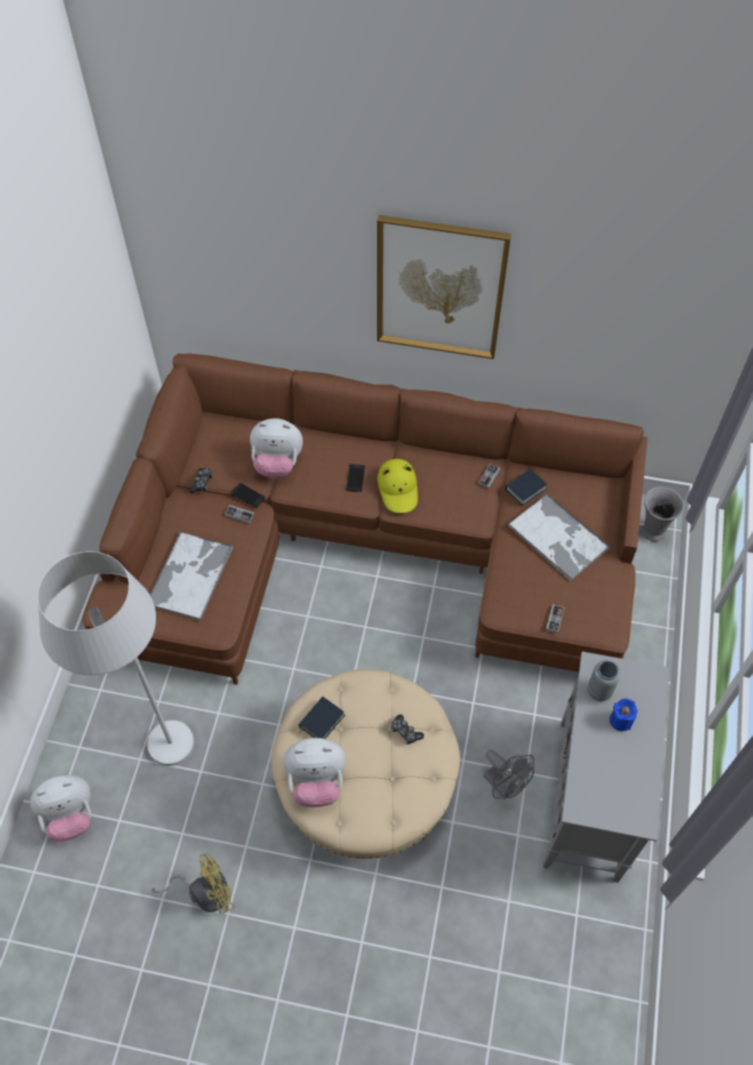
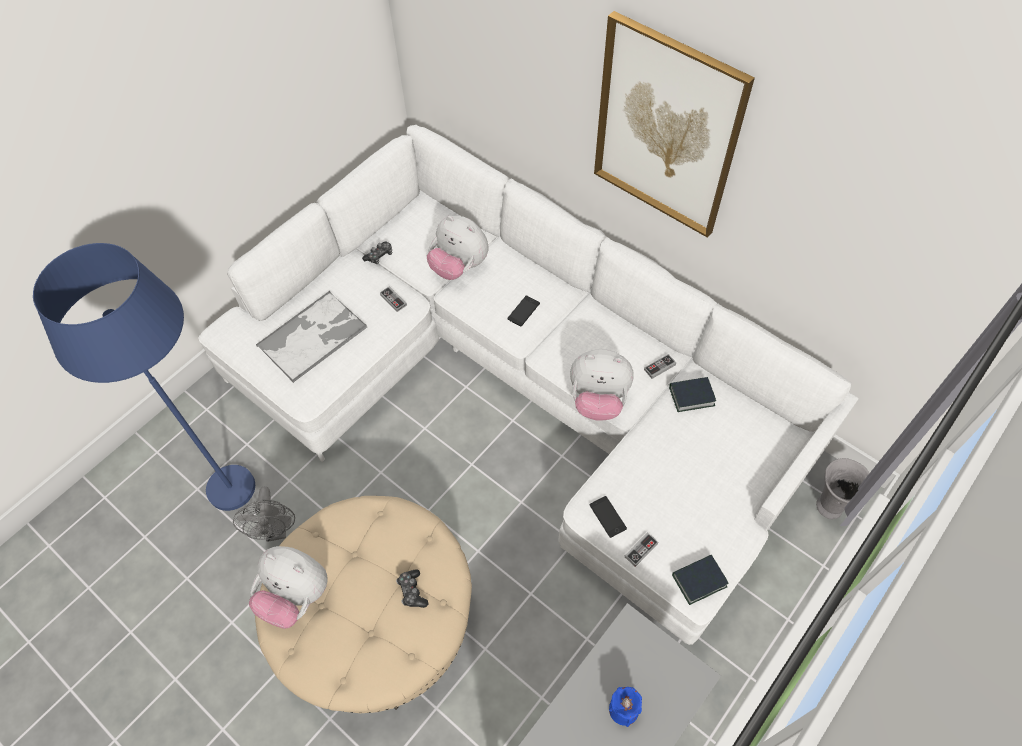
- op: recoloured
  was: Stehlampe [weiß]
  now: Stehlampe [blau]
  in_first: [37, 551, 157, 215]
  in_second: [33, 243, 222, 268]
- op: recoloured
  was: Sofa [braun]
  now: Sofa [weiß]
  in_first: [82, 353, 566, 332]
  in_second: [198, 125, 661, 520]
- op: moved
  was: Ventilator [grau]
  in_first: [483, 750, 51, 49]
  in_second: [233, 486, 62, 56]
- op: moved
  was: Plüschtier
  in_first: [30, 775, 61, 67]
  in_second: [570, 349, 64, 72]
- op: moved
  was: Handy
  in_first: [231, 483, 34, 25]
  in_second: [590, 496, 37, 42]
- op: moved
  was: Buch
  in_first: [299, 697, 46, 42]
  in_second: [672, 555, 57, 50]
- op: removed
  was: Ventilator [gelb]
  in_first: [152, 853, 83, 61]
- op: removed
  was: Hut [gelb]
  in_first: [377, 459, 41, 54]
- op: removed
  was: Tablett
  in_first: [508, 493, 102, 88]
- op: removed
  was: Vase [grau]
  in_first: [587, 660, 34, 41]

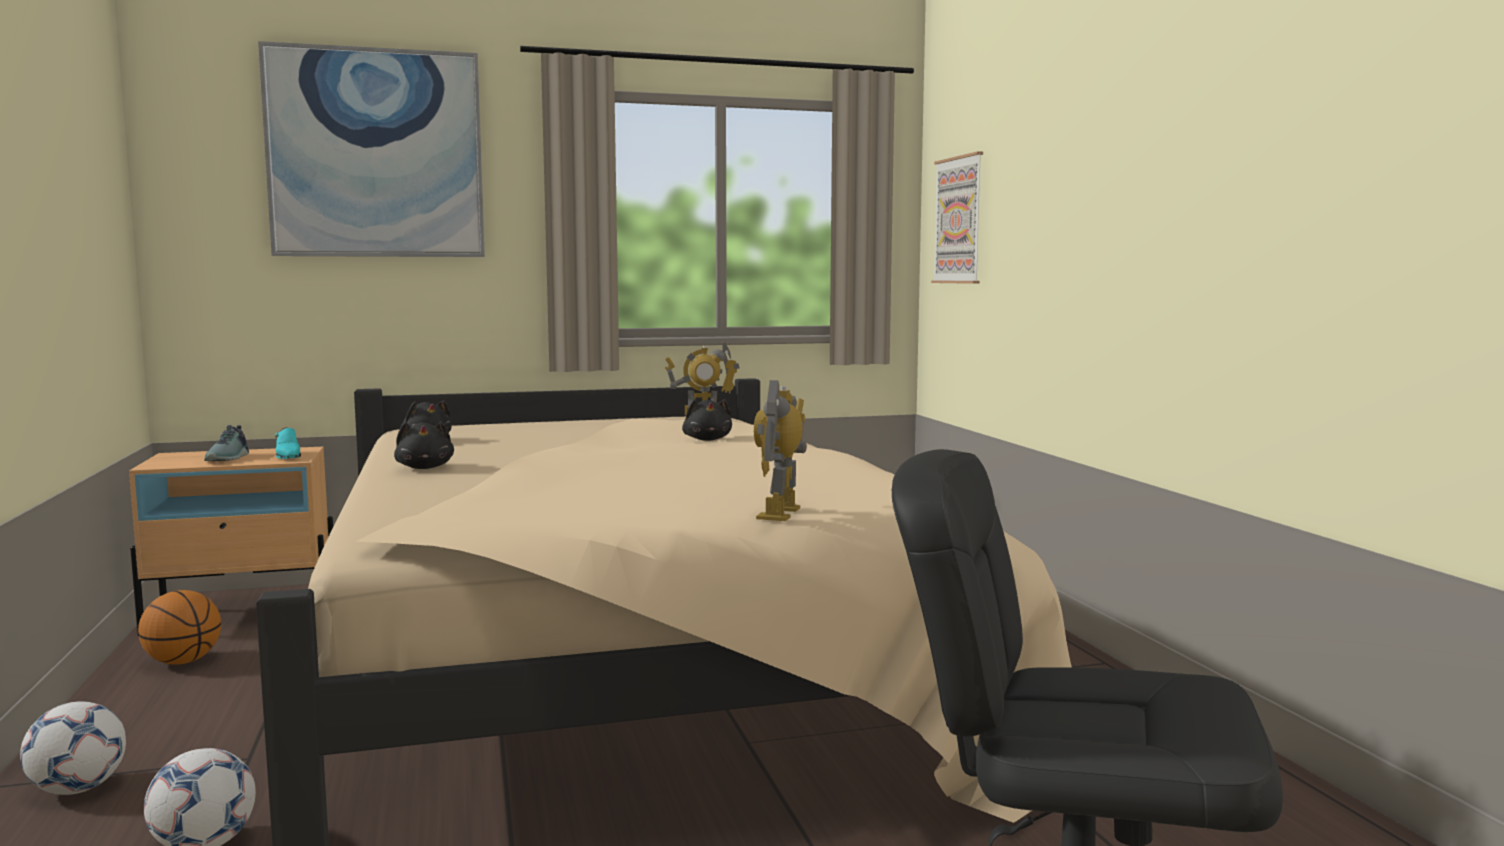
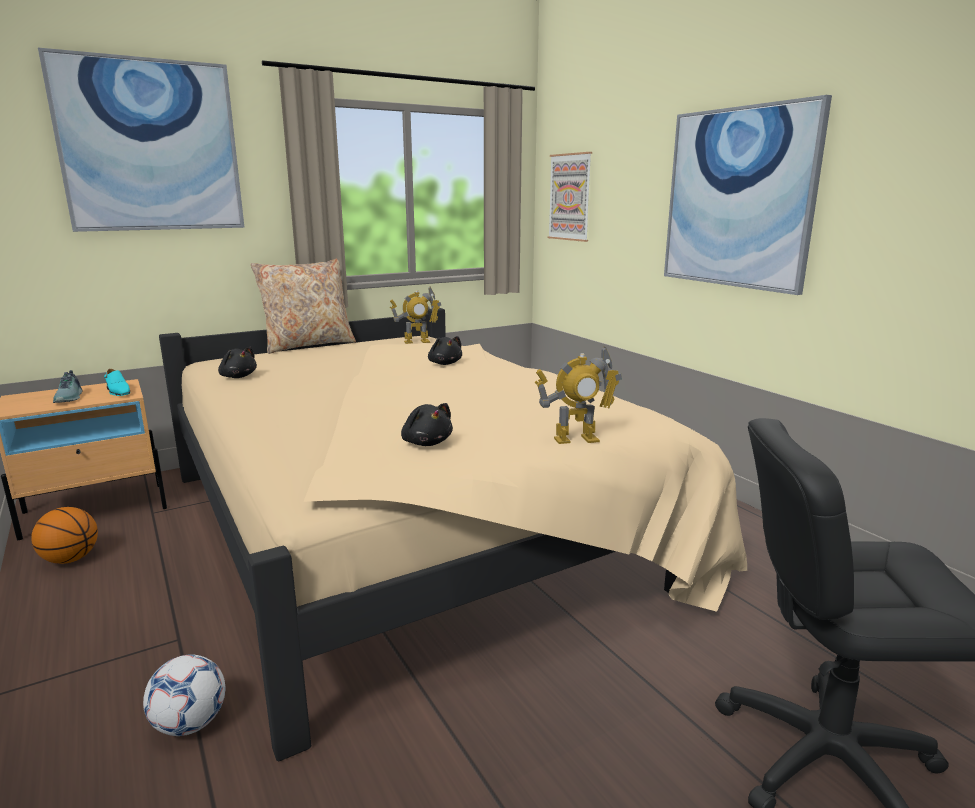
- op: added
  now: Kissen [beige]
  in_second: [250, 259, 106, 95]
- op: moved
  was: Plüschtier [schwarz]
  in_first: [394, 421, 60, 48]
  in_second: [401, 403, 52, 43]
- op: turned
  was: Spielzeugroboter
  in_first: [754, 380, 53, 141]
  in_second: [535, 346, 87, 98]
  clockwise: -105
- op: added
  now: Bild
  in_second: [664, 95, 168, 200]
- op: removed
  was: Fußball
  in_first: [20, 702, 106, 93]

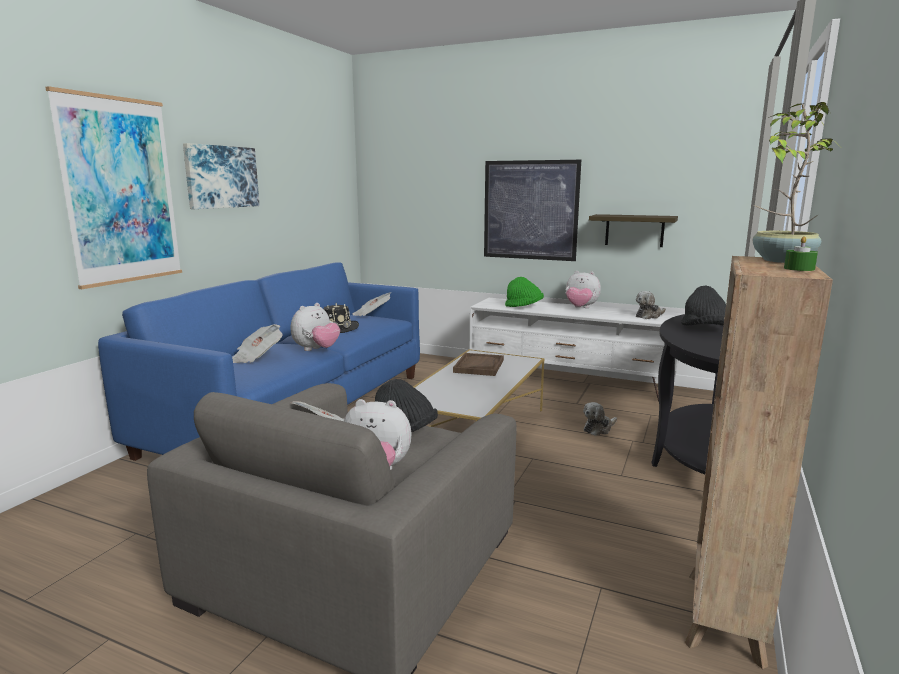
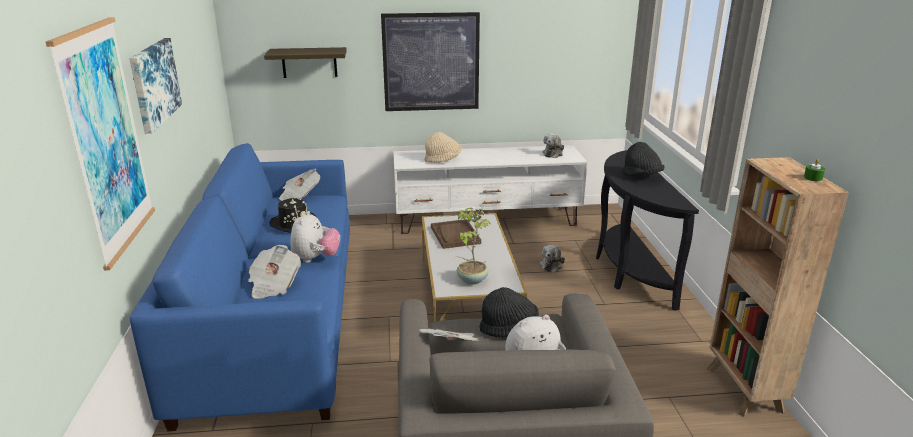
- op: moved
  was: Wandregal
  in_first: [589, 214, 89, 33]
  in_second: [264, 47, 83, 31]
- op: recoloured
  was: Hut [grün]
  now: Hut [beige]
  in_first: [505, 277, 39, 30]
  in_second: [424, 132, 37, 31]
- op: moved
  was: Topfpflanze
  in_first: [753, 102, 83, 161]
  in_second: [455, 208, 36, 77]
- op: removed
  was: Plüschtier
  in_first: [566, 271, 35, 37]

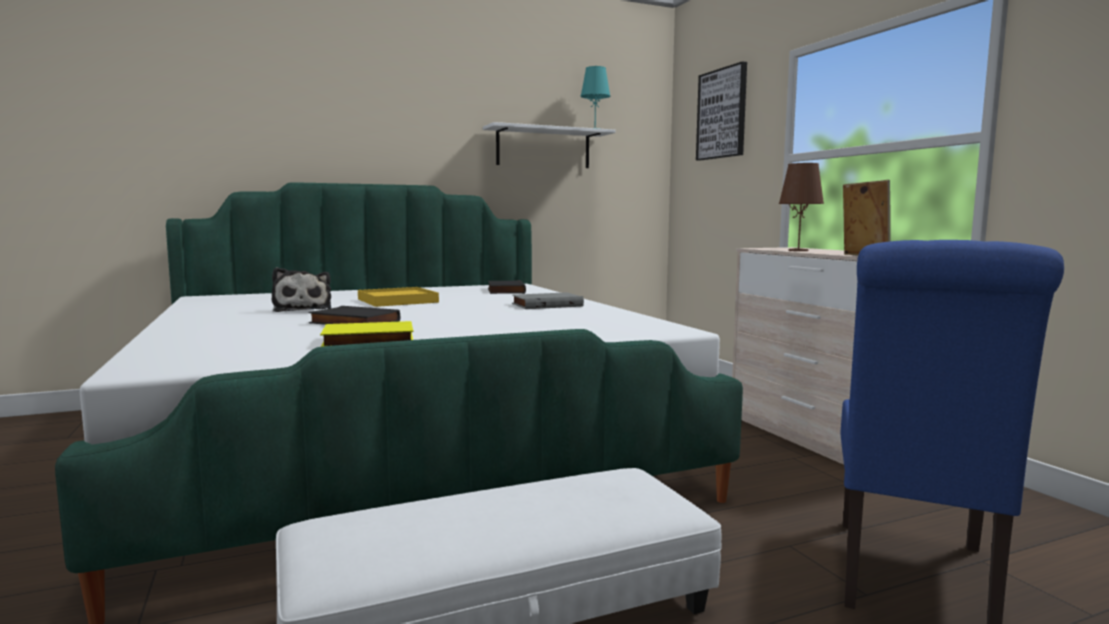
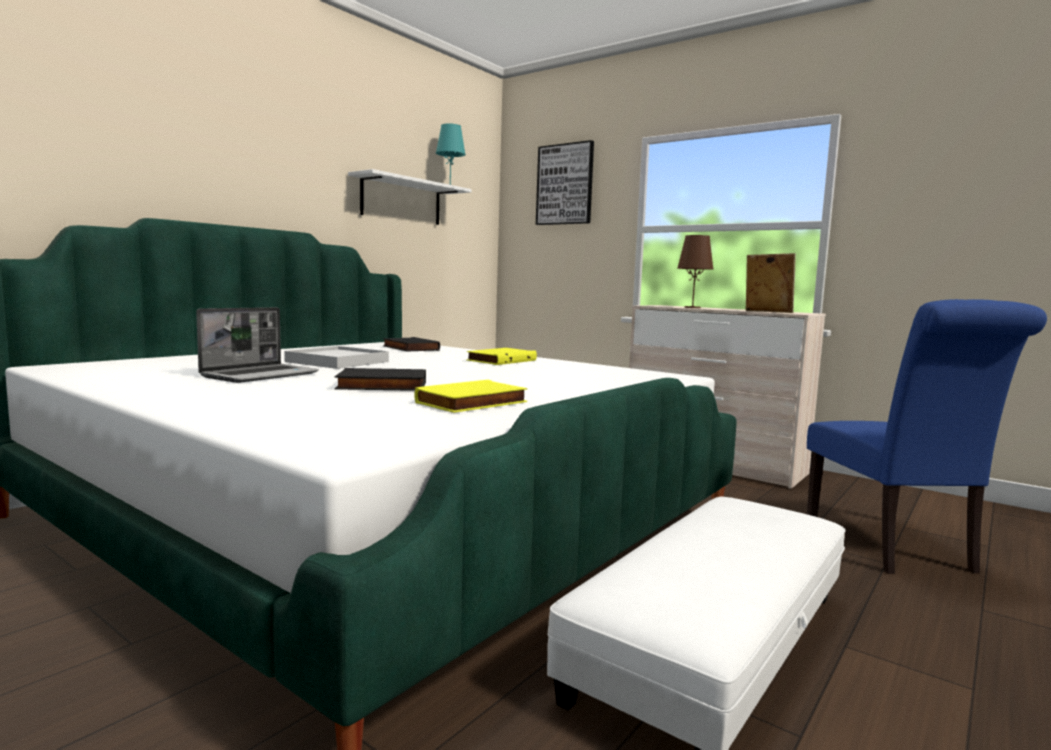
- op: replaced
  was: Plüschtier
  now: Laptop
  in_first: [272, 267, 59, 45]
  in_second: [196, 307, 123, 76]
- op: recoloured
  was: Tablett [gelb]
  now: Tablett [weiß]
  in_first: [358, 287, 81, 20]
  in_second: [284, 346, 105, 23]
- op: recoloured
  was: Buch [grau]
  now: Buch [gelb]
  in_first: [512, 292, 72, 17]
  in_second: [466, 348, 71, 17]

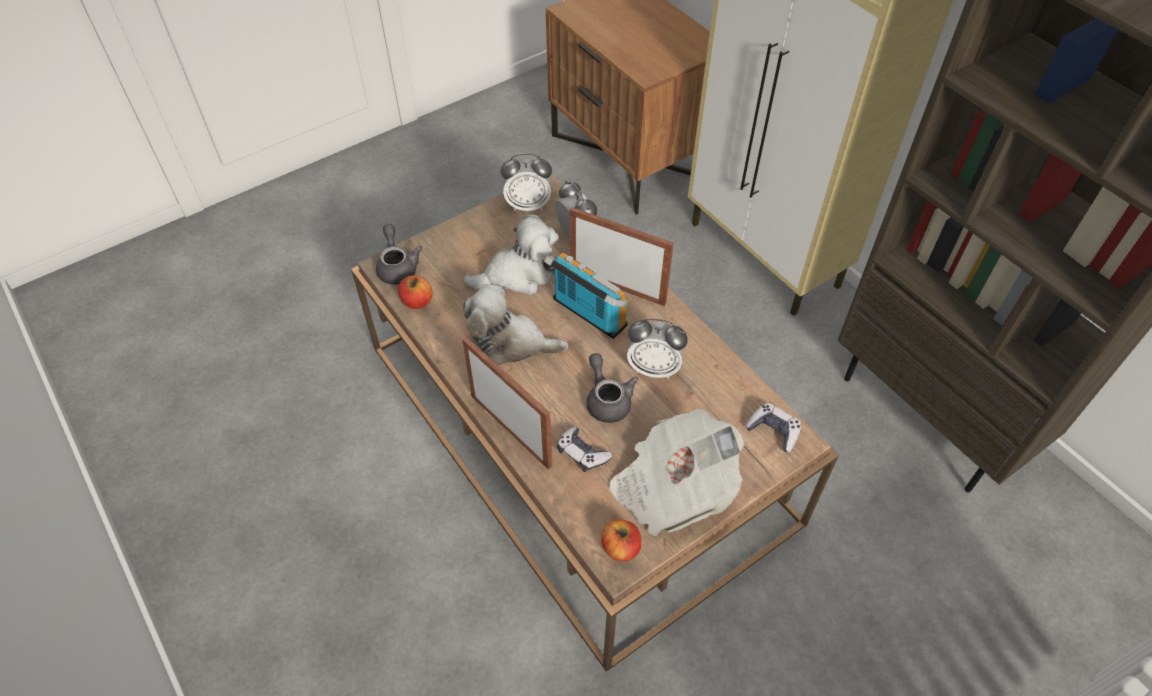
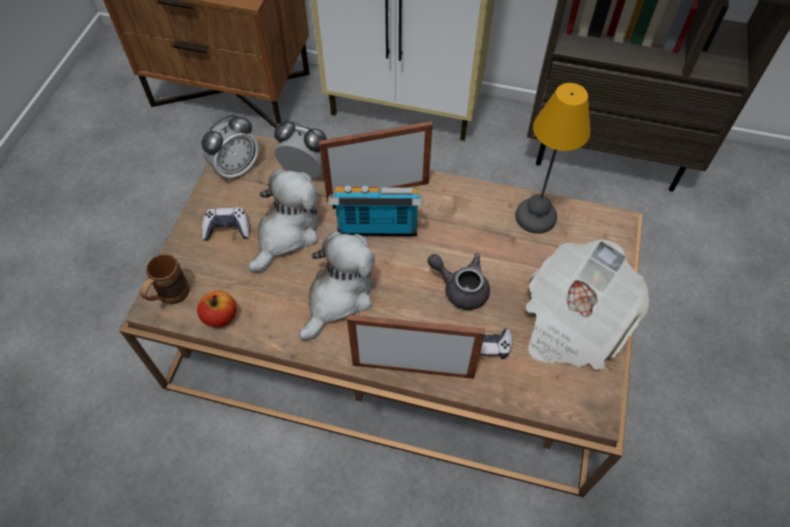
- op: replaced
  was: Teekanne [grau]
  now: Henkelbecher [braun]
  in_first: [376, 224, 46, 61]
  in_second: [140, 254, 50, 50]
- op: moved
  was: Gamepad
  in_first: [745, 403, 56, 49]
  in_second: [202, 207, 48, 34]
- op: turned
  was: Plüschtier
  in_first: [463, 284, 105, 82]
  in_second: [299, 231, 76, 109]
  clockwise: 150
- op: added
  now: Tischlampe
  in_second: [515, 83, 75, 151]
- op: removed
  was: Apfel
  in_first: [601, 519, 40, 42]
- op: removed
  was: Wecker
  in_first: [627, 318, 61, 61]

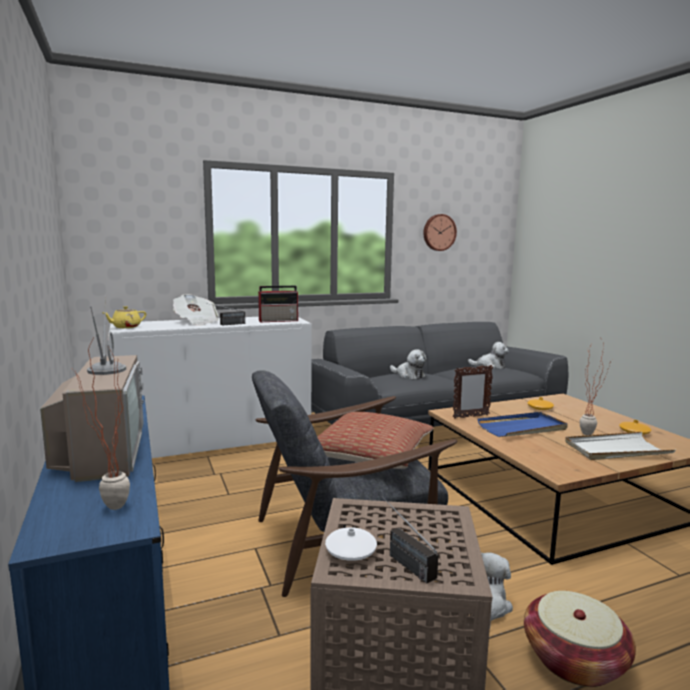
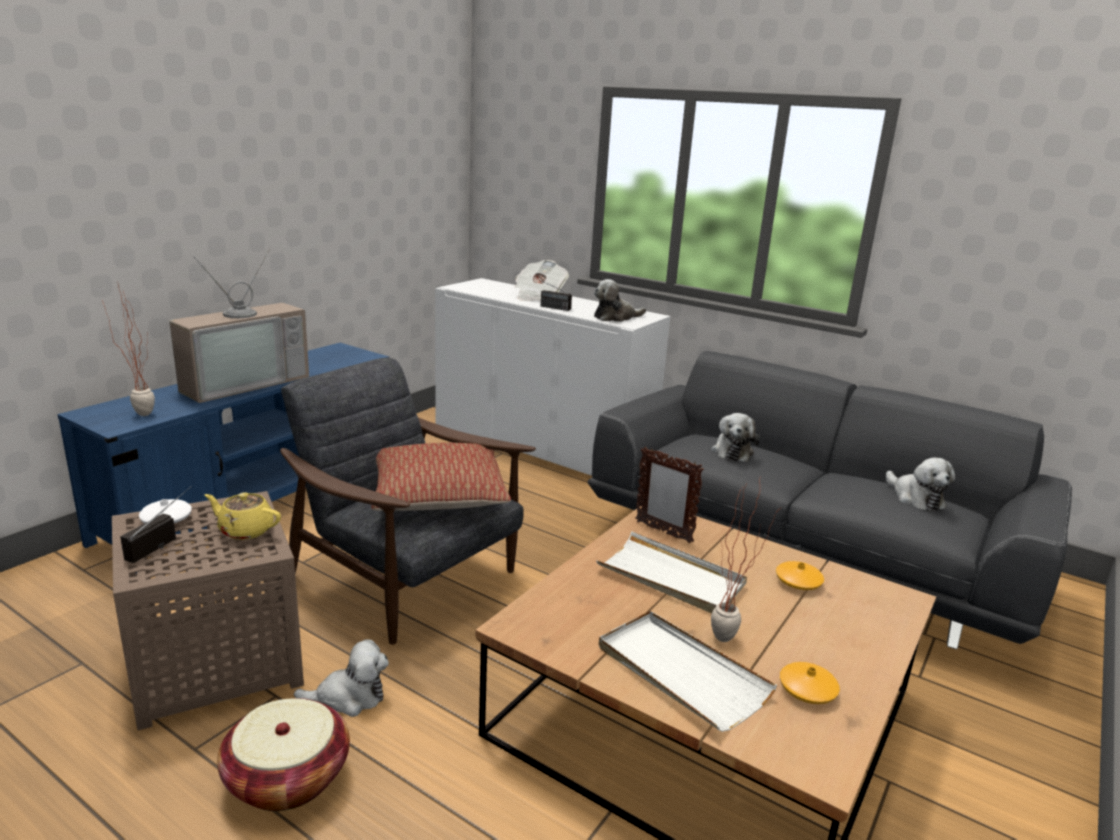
- op: moved
  was: Teekanne [gelb]
  in_first: [102, 306, 44, 22]
  in_second: [205, 492, 76, 48]
- op: replaced
  was: Radio
  now: Plüschtier
  in_first: [258, 286, 40, 36]
  in_second: [594, 279, 52, 43]
- op: recoloured
  was: Tablett [blau]
  now: Tablett [weiß]
  in_first: [477, 412, 91, 25]
  in_second: [596, 531, 151, 83]
- op: removed
  was: Wanduhr
  in_first: [423, 214, 34, 37]

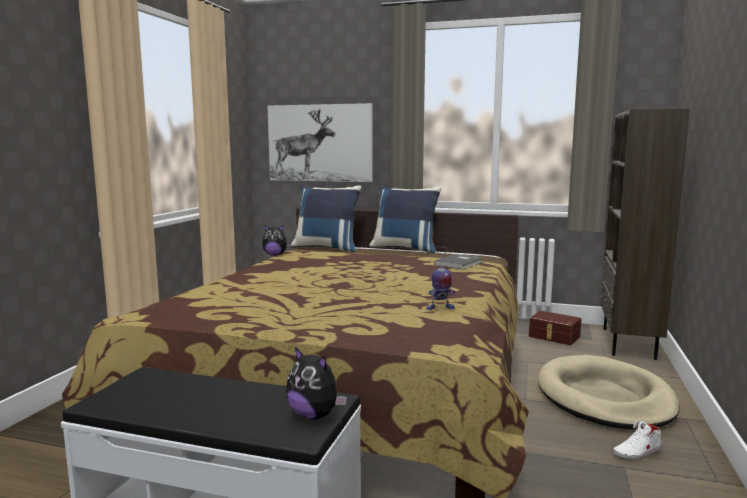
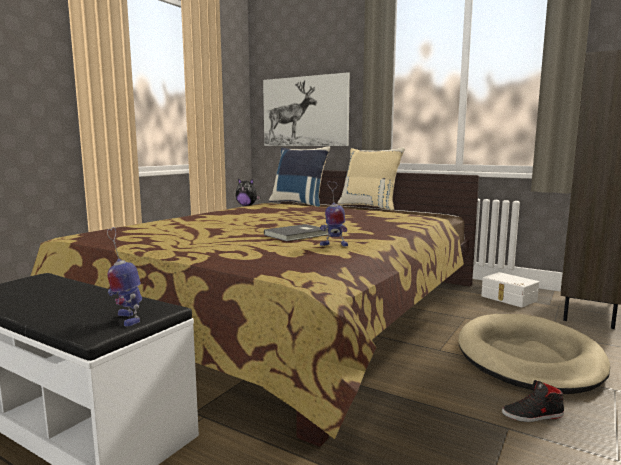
- op: replaced
  was: Plüschtier
  now: Spielzeugroboter
  in_first: [286, 347, 61, 73]
  in_second: [107, 227, 35, 100]
- op: moved
  was: Buch [grau]
  in_first: [434, 254, 49, 15]
  in_second: [264, 224, 64, 17]
- op: recoloured
  was: Kissen [blau]
  now: Kissen [beige]
  in_first: [369, 186, 73, 68]
  in_second: [337, 148, 68, 63]
- op: recoloured
  was: Aufbewahrungsbox [braun]
  now: Aufbewahrungsbox [weiß]
  in_first: [529, 311, 52, 34]
  in_second: [481, 272, 58, 35]
- op: recoloured
  was: Schuh [weiß]
  now: Schuh [schwarz]
  in_first: [613, 420, 48, 40]
  in_second: [502, 380, 62, 42]

